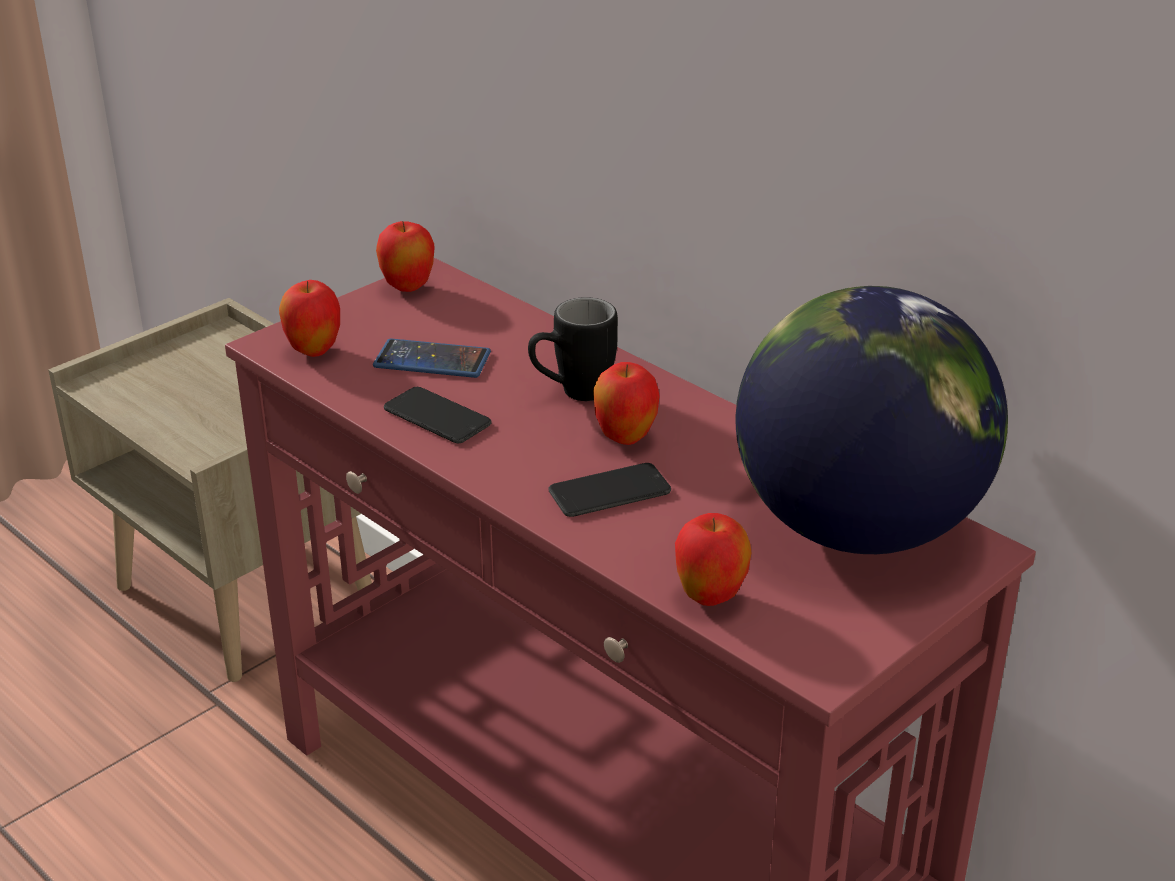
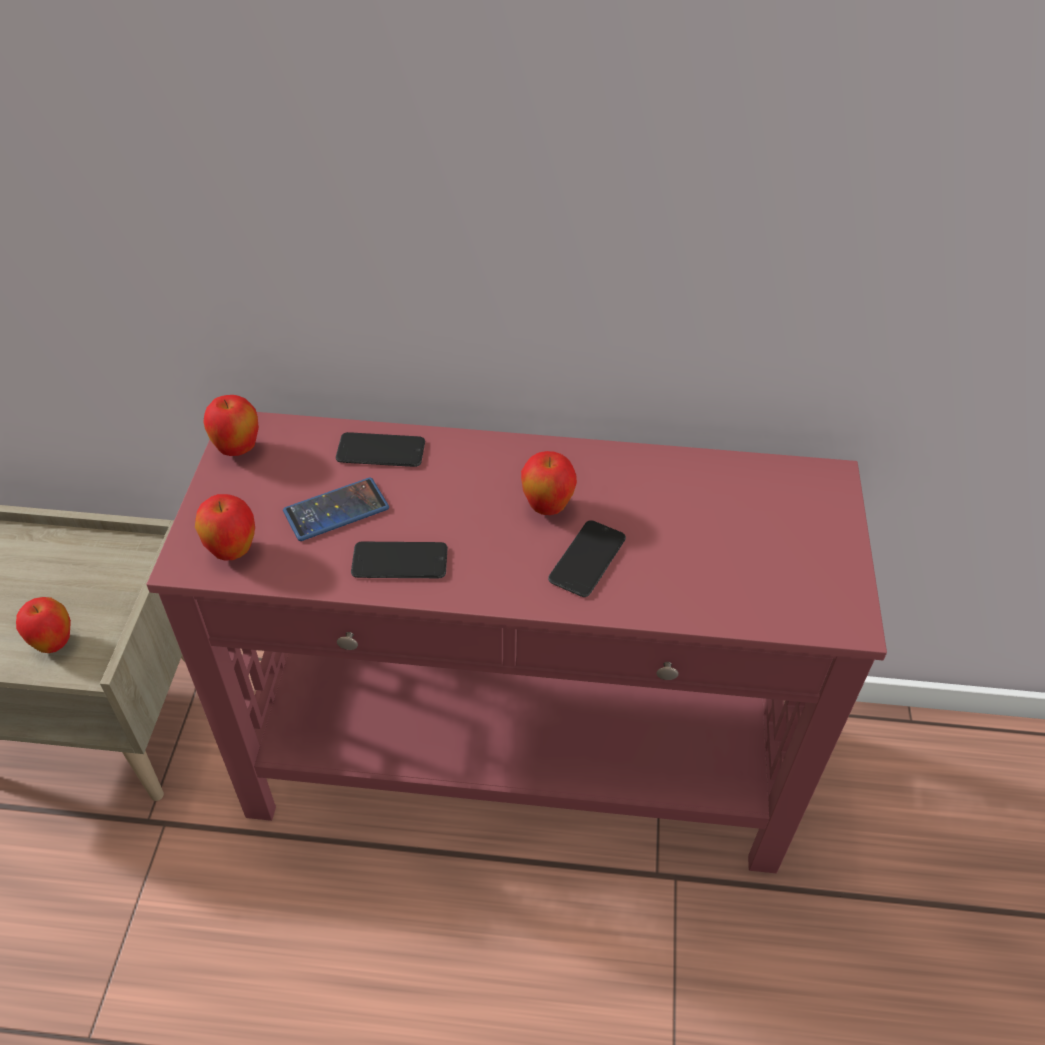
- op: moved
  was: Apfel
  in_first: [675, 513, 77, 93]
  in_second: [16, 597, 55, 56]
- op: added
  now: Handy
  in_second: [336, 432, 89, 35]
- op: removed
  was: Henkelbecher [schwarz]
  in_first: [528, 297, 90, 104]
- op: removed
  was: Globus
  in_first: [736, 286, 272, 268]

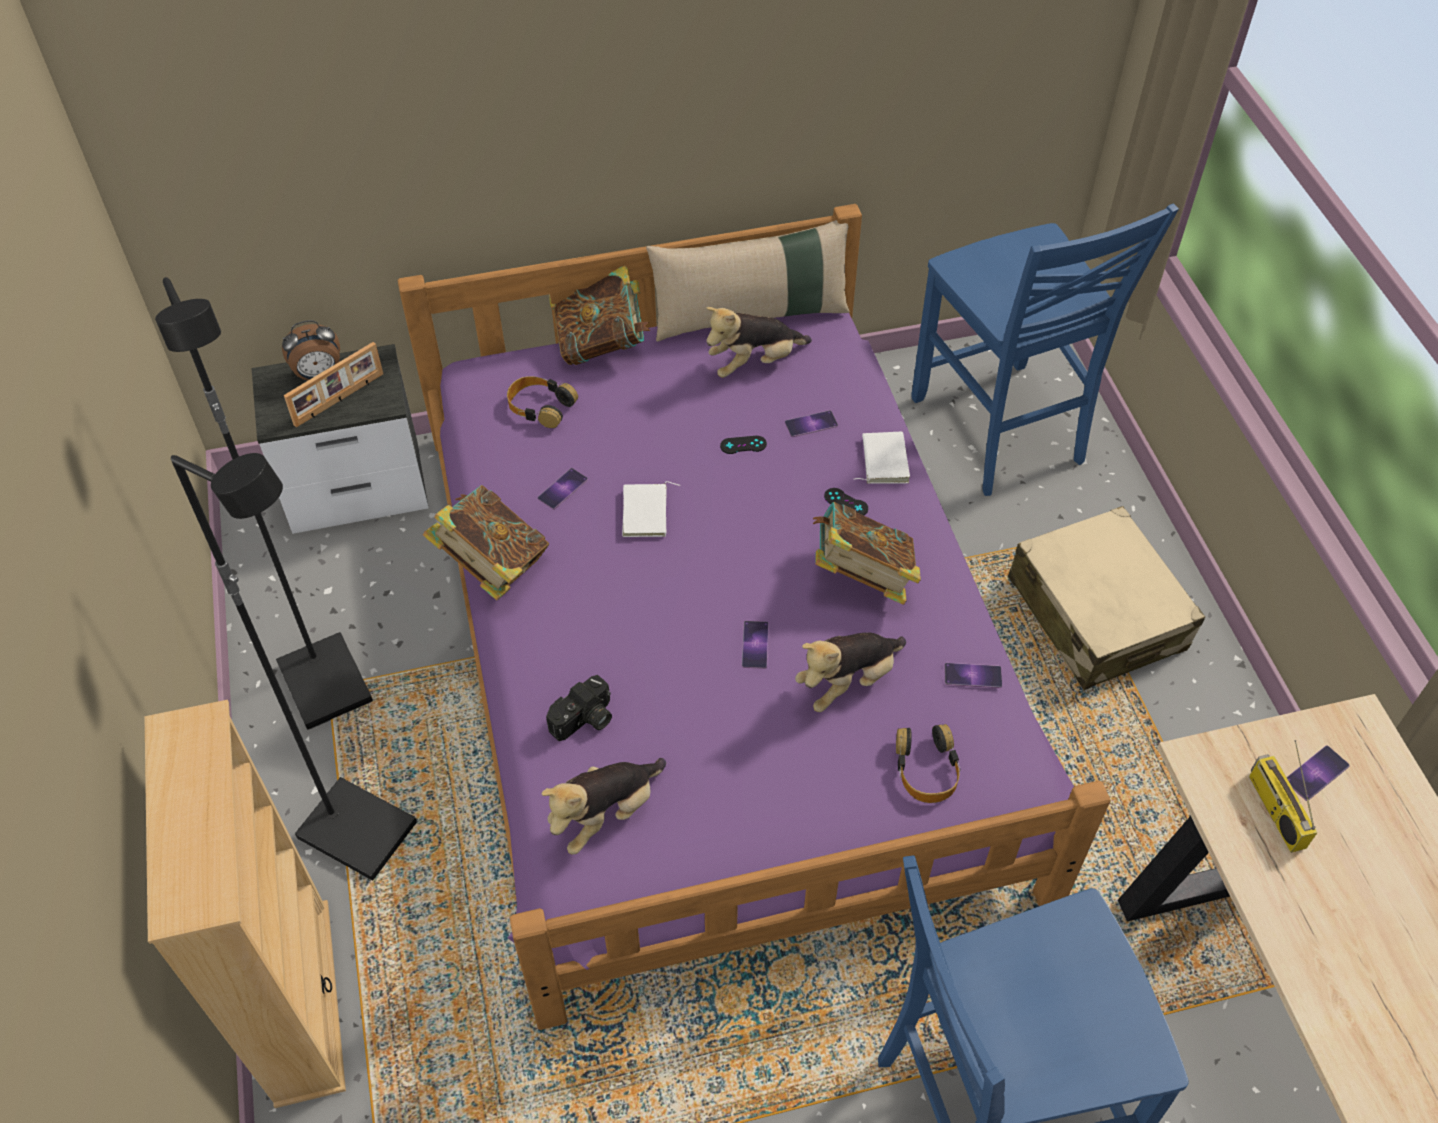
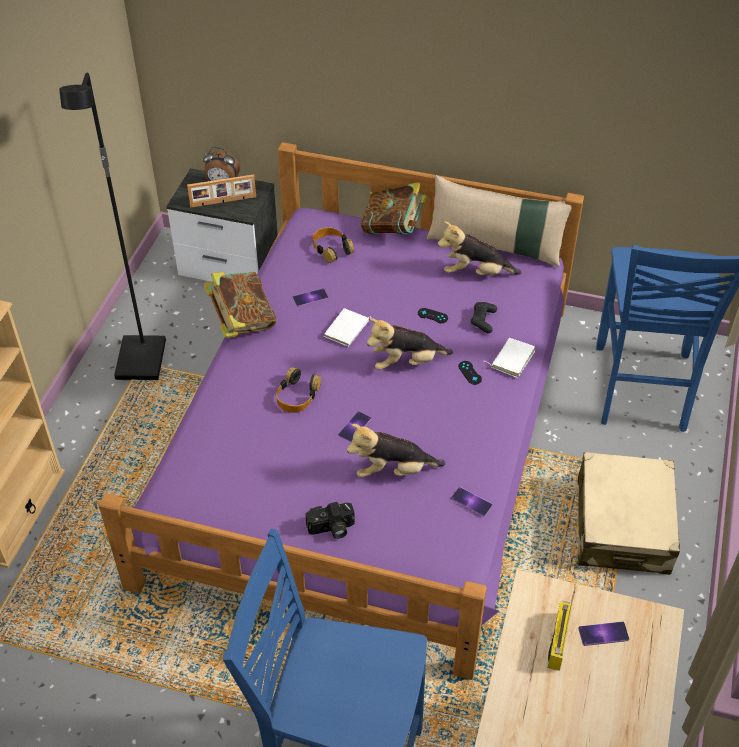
- op: moved
  was: Kopfhörer
  in_first: [896, 724, 65, 79]
  in_second: [276, 367, 45, 46]
- op: moved
  was: Kamera
  in_first: [546, 675, 66, 66]
  in_second: [305, 502, 50, 37]
- op: moved
  was: Plüschtier
  in_first: [542, 758, 124, 96]
  in_second: [367, 318, 86, 52]
- op: replaced
  was: Handy
  now: Gamepad [schwarz]
  in_first: [785, 410, 53, 27]
  in_second: [471, 302, 26, 31]
- op: removed
  was: Stehlampe [schwarz]
  in_first: [171, 453, 246, 427]
- op: removed
  was: Buch
  in_first: [813, 502, 108, 103]

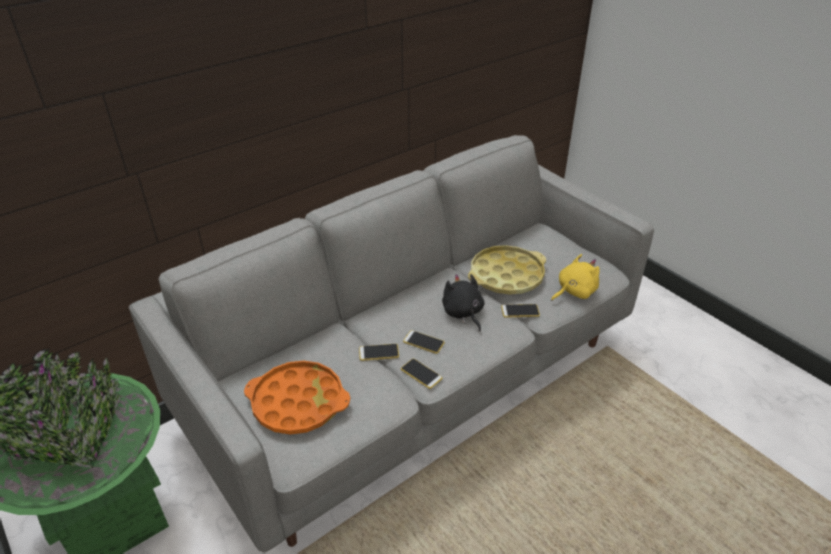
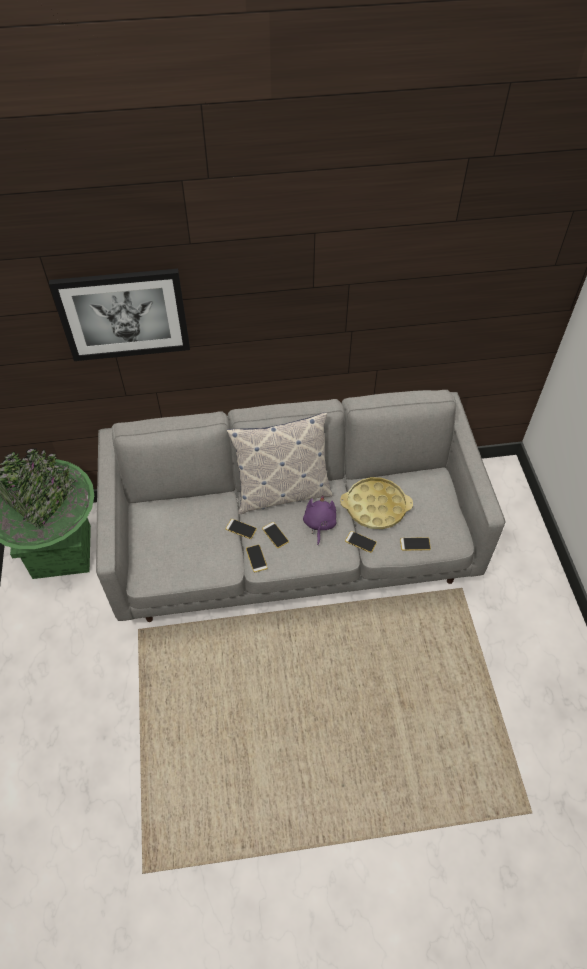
- op: added
  now: Bild
  in_second: [49, 269, 141, 92]
- op: added
  now: Kissen
  in_second: [227, 412, 105, 102]
- op: recoloured
  was: Plüschtier [schwarz]
  now: Plüschtier [lila]
  in_first: [442, 274, 43, 57]
  in_second: [303, 495, 34, 50]
- op: replaced
  was: Plüschtier [gelb]
  now: Handy
  in_first: [551, 254, 48, 47]
  in_second: [400, 537, 31, 14]
- op: removed
  was: Tablett [orange]
  in_first: [244, 360, 106, 75]

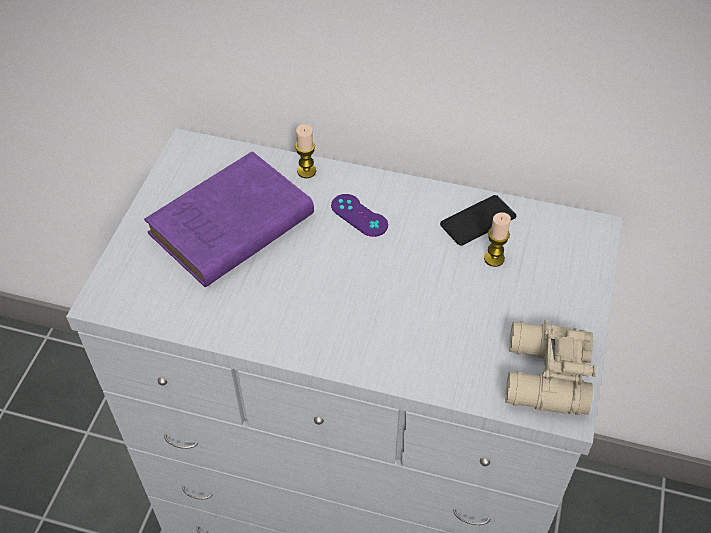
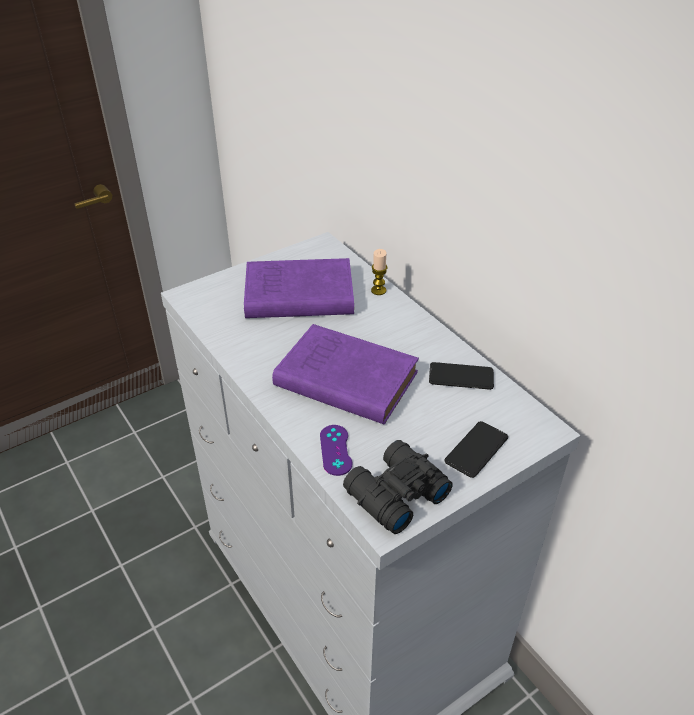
- op: added
  now: Buch [lila]
  in_second: [272, 324, 147, 101]
- op: moved
  was: Gamepad [lila]
  in_first: [331, 194, 57, 43]
  in_second: [320, 425, 33, 51]
- op: recoloured
  was: Fernglas [beige]
  now: Fernglas [schwarz]
  in_first: [505, 320, 92, 95]
  in_second: [343, 440, 110, 94]
- op: added
  now: Handy
  in_second: [444, 421, 64, 57]
- op: removed
  was: Kerze
  in_first: [484, 212, 27, 55]

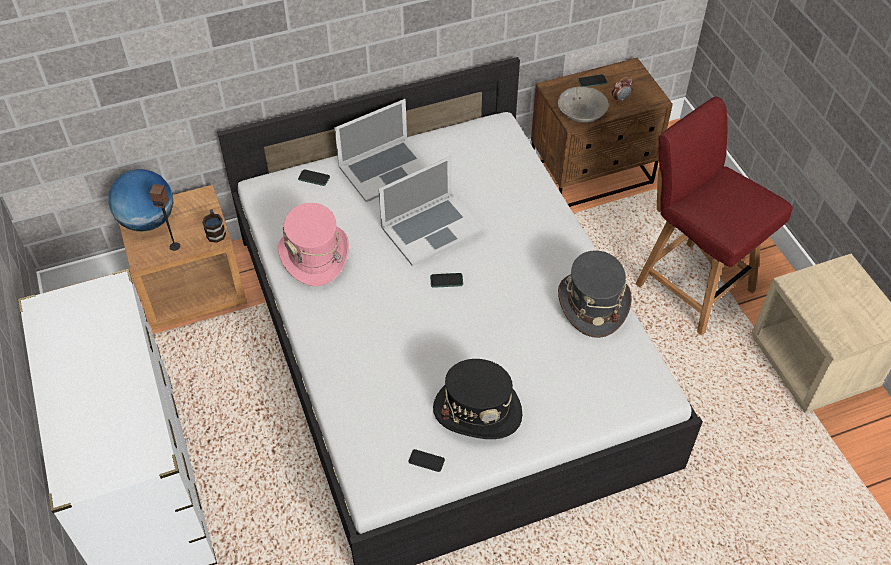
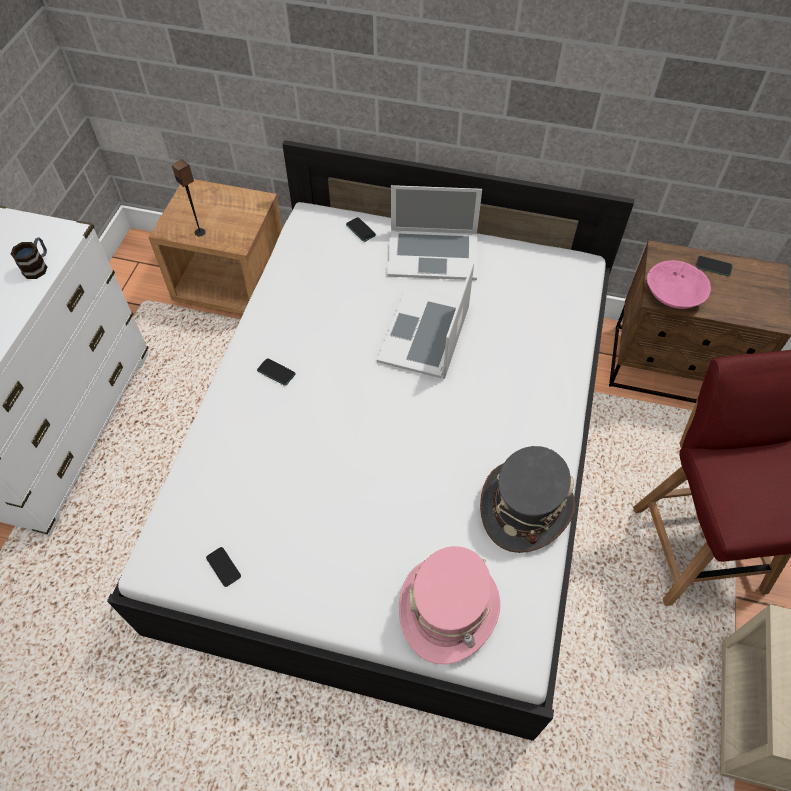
- op: moved
  was: Henkelbecher
  in_first: [202, 209, 24, 34]
  in_second: [11, 238, 36, 41]
- op: moved
  was: Handy
  in_first: [430, 273, 33, 15]
  in_second: [257, 358, 39, 28]
- op: turned
  was: Laptop
  in_first: [378, 156, 105, 110]
  in_second: [377, 262, 97, 117]
  clockwise: 105
- op: moved
  was: Hut [rosa]
  in_first: [278, 203, 71, 83]
  in_second: [399, 546, 101, 118]
- op: recoloured
  was: Schüssel [grau]
  now: Schüssel [rosa]
  in_first: [558, 87, 51, 36]
  in_second: [647, 260, 64, 49]
- op: removed
  was: Globus
  in_first: [108, 169, 66, 63]
- op: removed
  was: Hut [schwarz]
  in_first: [433, 359, 89, 80]
- op: removed
  was: Wecker
  in_first: [612, 77, 21, 26]

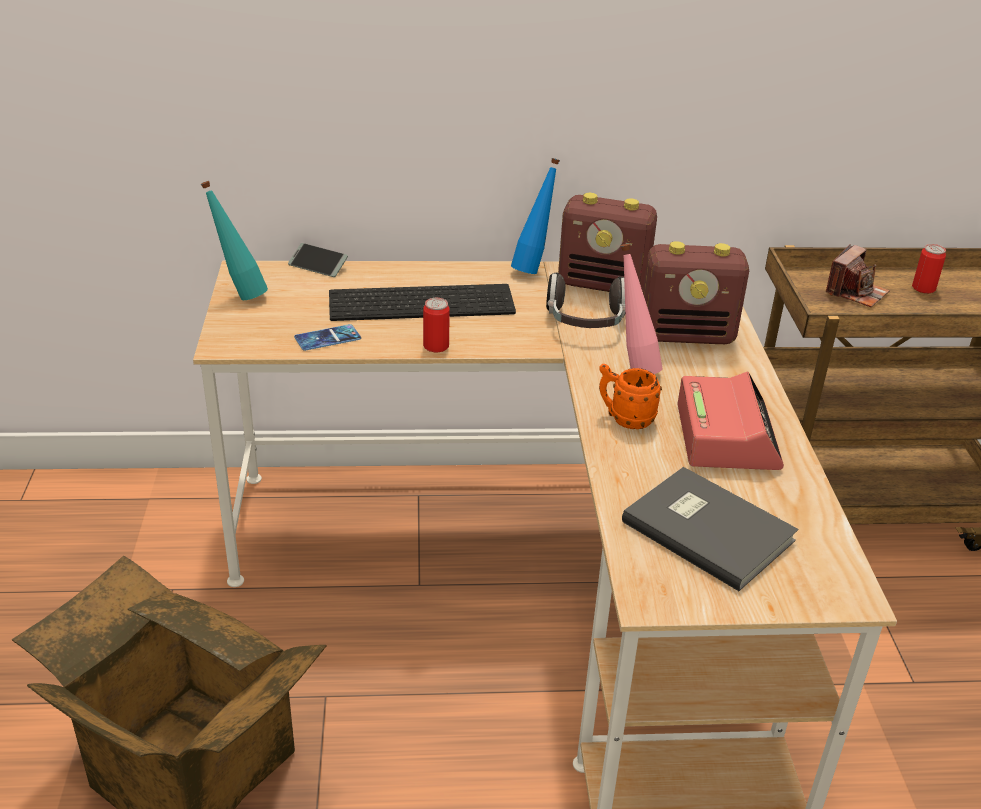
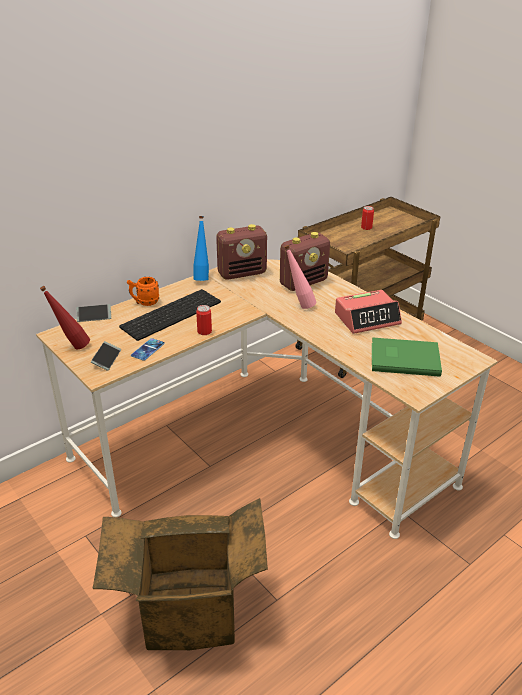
- op: recoloured
  was: Flasche [türkis]
  now: Flasche [rot]
  in_first: [201, 181, 67, 119]
  in_second: [40, 286, 50, 63]
- op: added
  now: Handy
  in_second: [91, 341, 30, 30]
- op: moved
  was: Henkelbecher [orange]
  in_first: [599, 364, 63, 65]
  in_second: [127, 277, 32, 29]
- op: turned
  was: Wecker
  in_first: [678, 371, 106, 99]
  in_second: [335, 290, 67, 44]
  clockwise: 105
- op: recoloured
  was: Buch [grau]
  now: Buch [grün]
  in_first: [622, 467, 176, 124]
  in_second: [372, 337, 70, 40]
- op: removed
  was: Kopfhörer
  in_first: [546, 273, 79, 55]
- op: removed
  was: Kamera
  in_first: [826, 244, 63, 63]

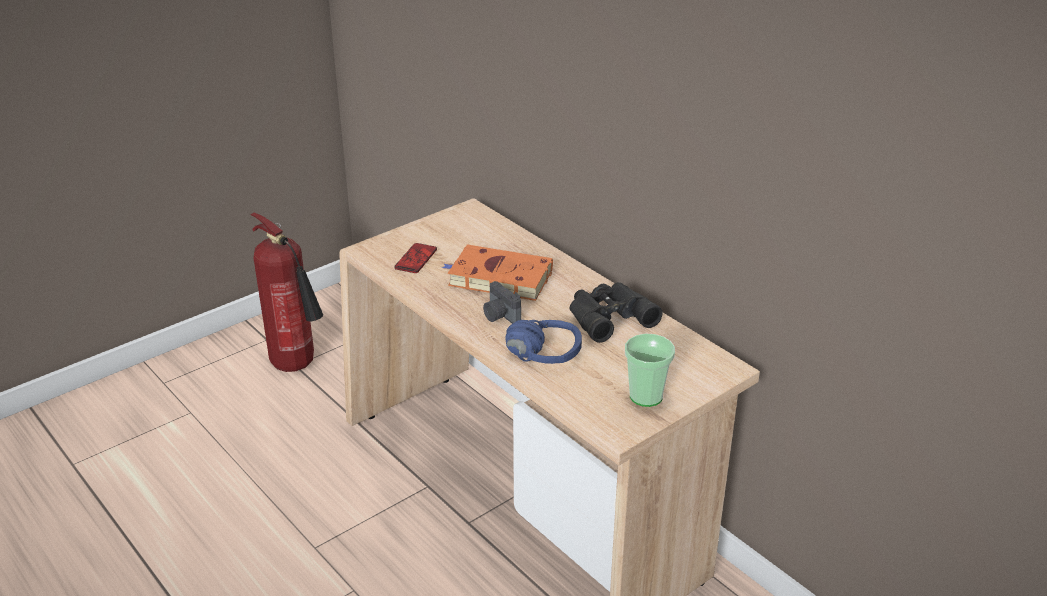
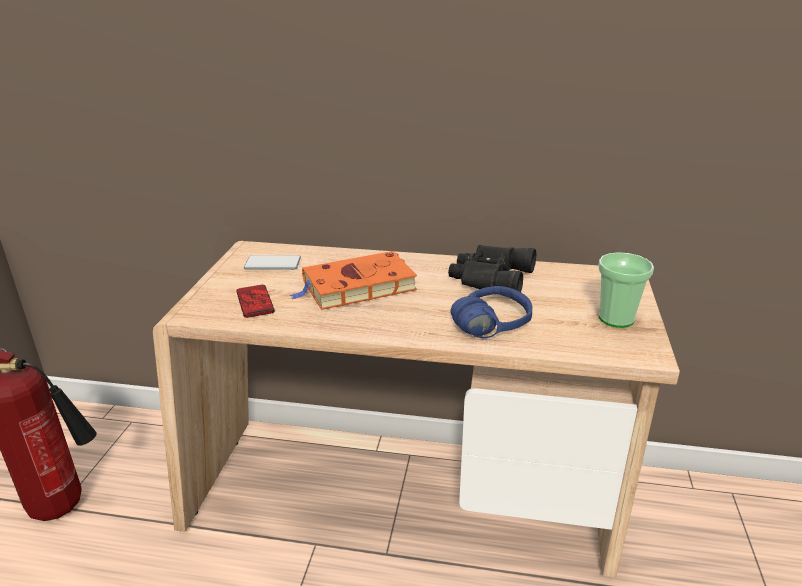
- op: added
  now: Handy
  in_second: [244, 255, 57, 15]
- op: removed
  was: Kamera
  in_first: [483, 281, 38, 43]

